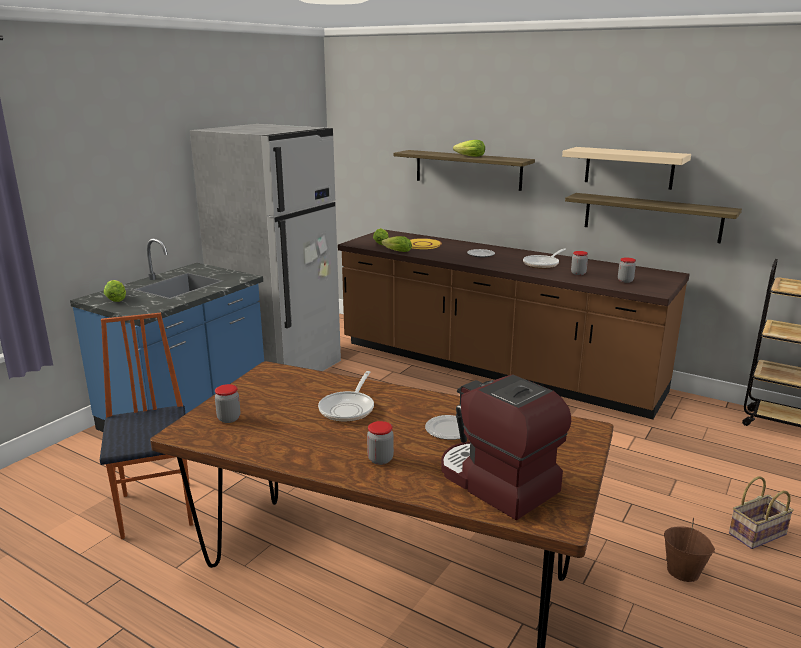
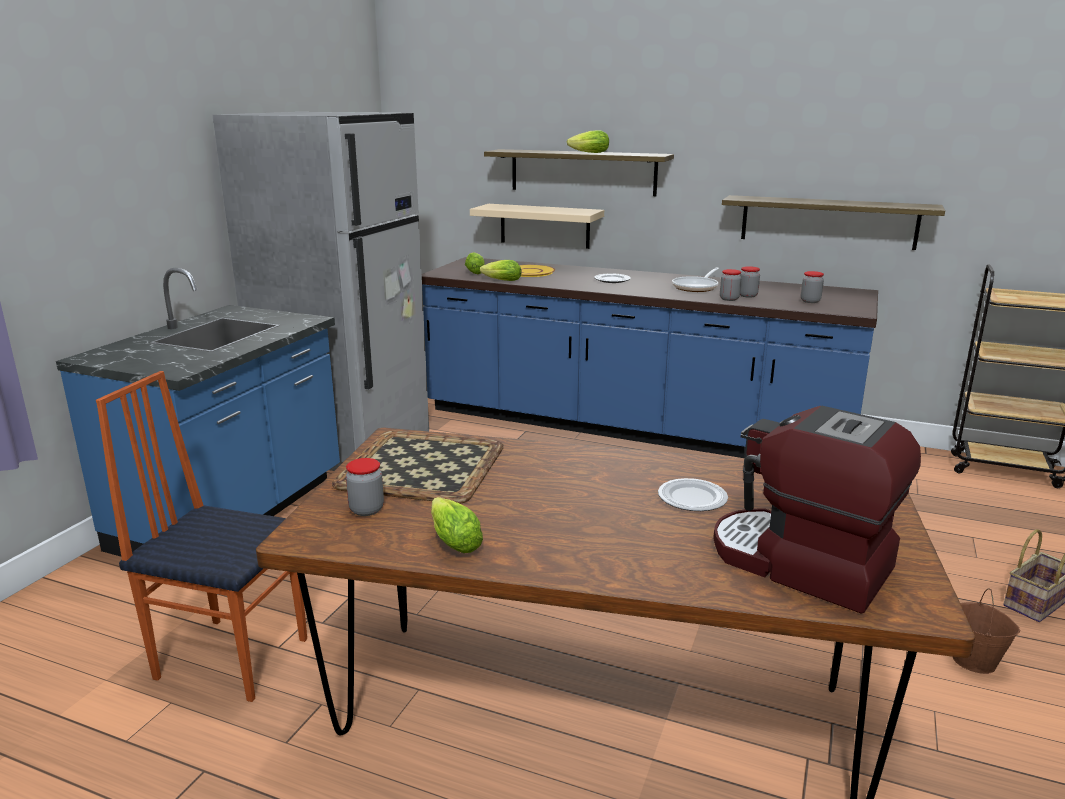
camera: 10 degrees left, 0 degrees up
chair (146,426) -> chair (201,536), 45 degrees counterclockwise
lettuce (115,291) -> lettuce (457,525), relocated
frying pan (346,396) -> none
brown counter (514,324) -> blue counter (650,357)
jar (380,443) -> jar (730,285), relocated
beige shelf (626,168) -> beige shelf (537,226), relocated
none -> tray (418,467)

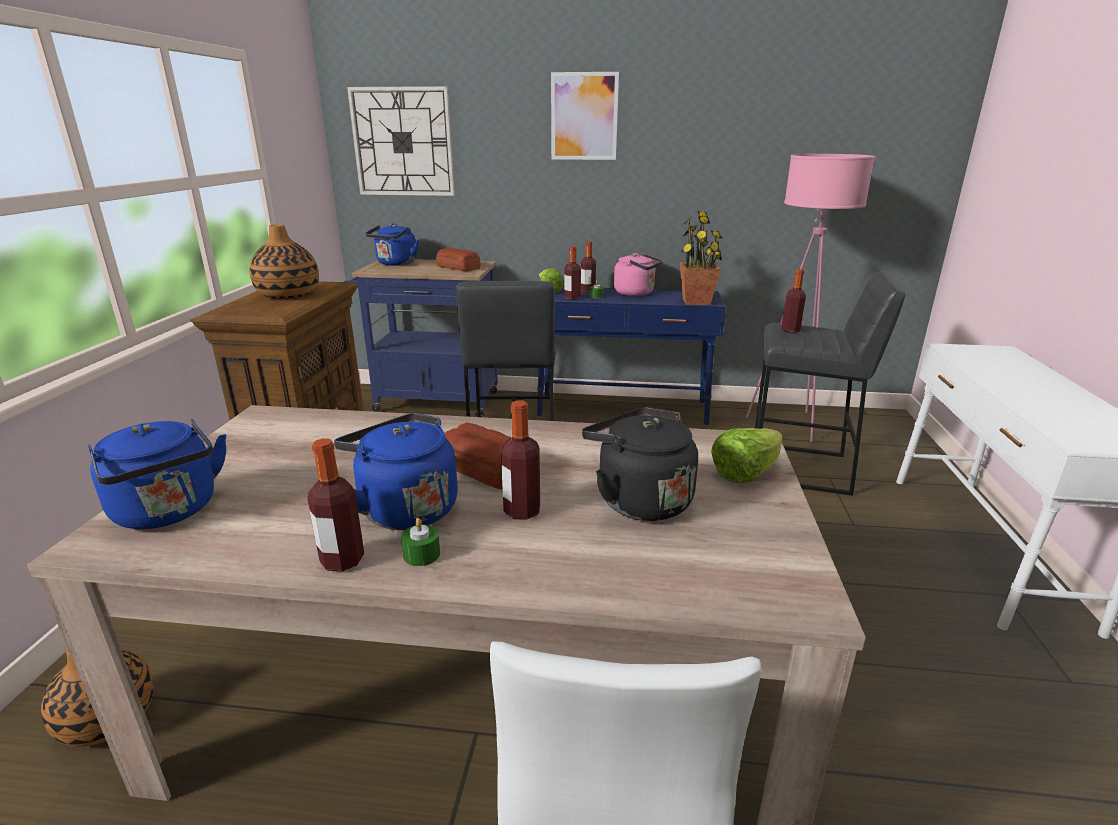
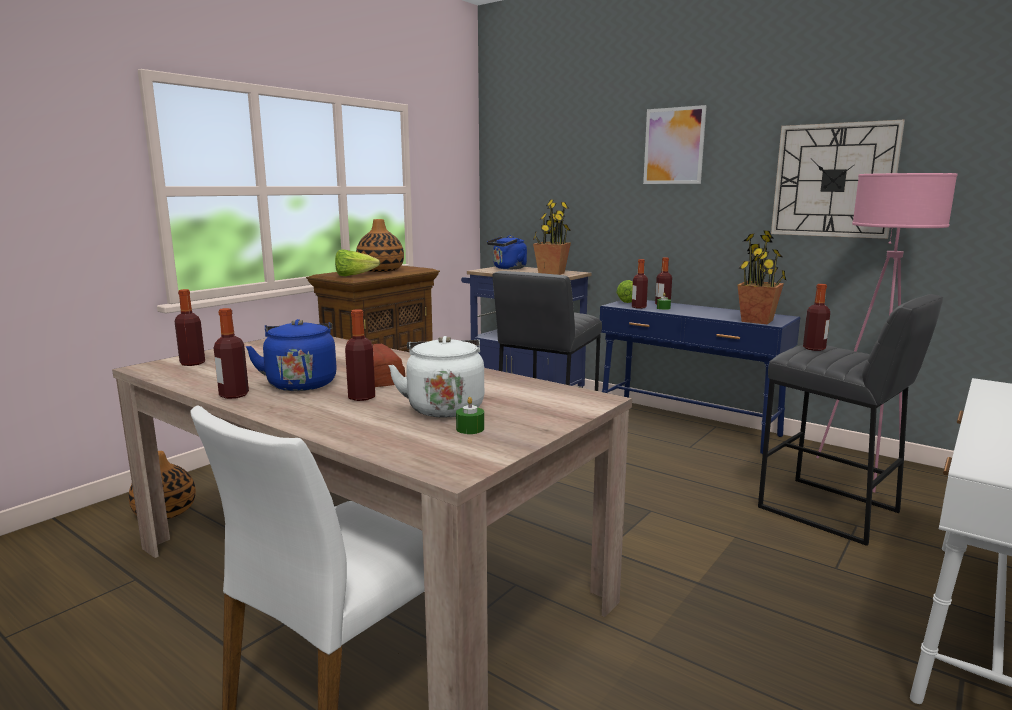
camera: 30 degrees right, 10 degrees down
blue kettle (157,473) -> bottle (190,327)
wall clock (401,141) -> wall clock (838,179), relocated
green candle (420,542) -> green candle (470,415), relocated
bread (458,259) -> potted plant (552,237)
black kettle (640,464) -> white kettle (436,376)
pink kettle (638,274) -> none
lettuce (746,455) -> lettuce (357,262), relocated

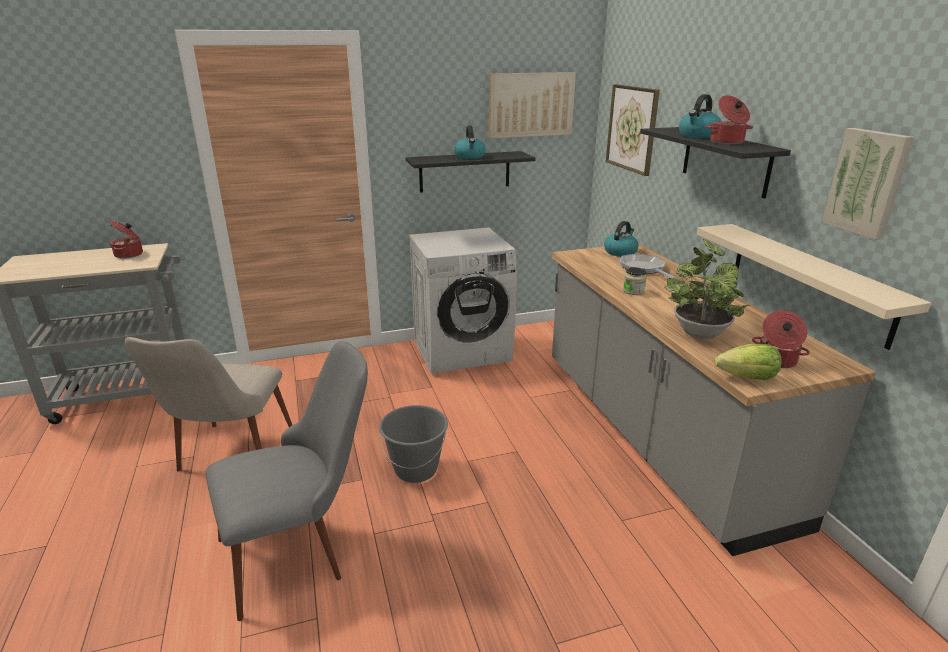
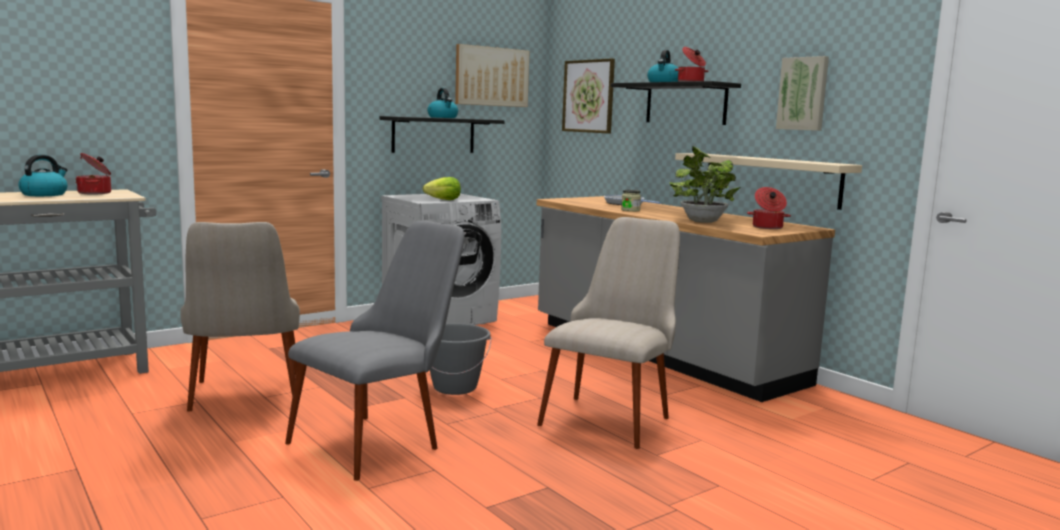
camera: 20 degrees left, 15 degrees down
kettle (621,239) -> kettle (42,175), relocated
lettuce (748,362) -> lettuce (442,188), relocated
none -> beige chair (608,333)

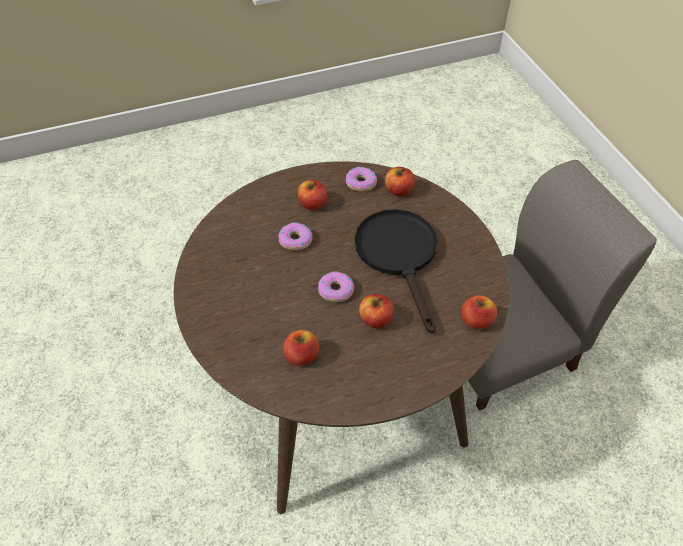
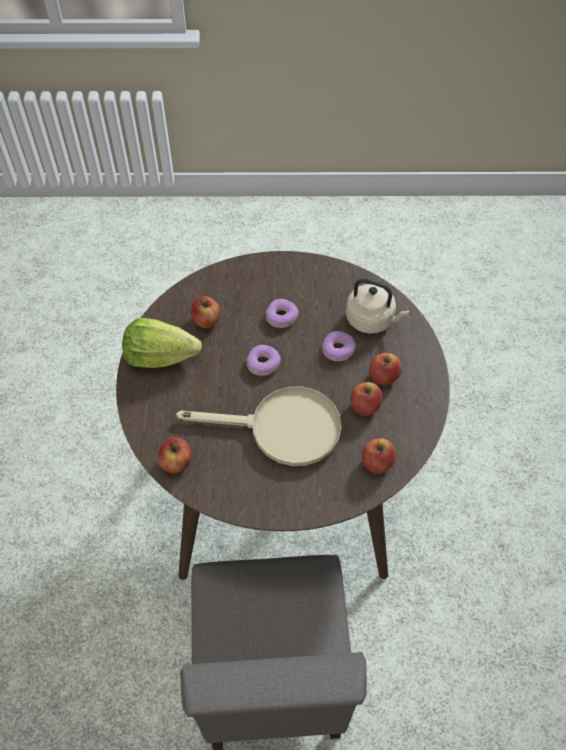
camera: 110 degrees right, 5 degrees up
donut (361,179) -> donut (282,313), relocated
black frying pan (396,271) -> beige frying pan (258,426)
apple (376,311) -> apple (366,399), relocated
none -> lettuce (162,343)
none -> beige kettle (377,306)

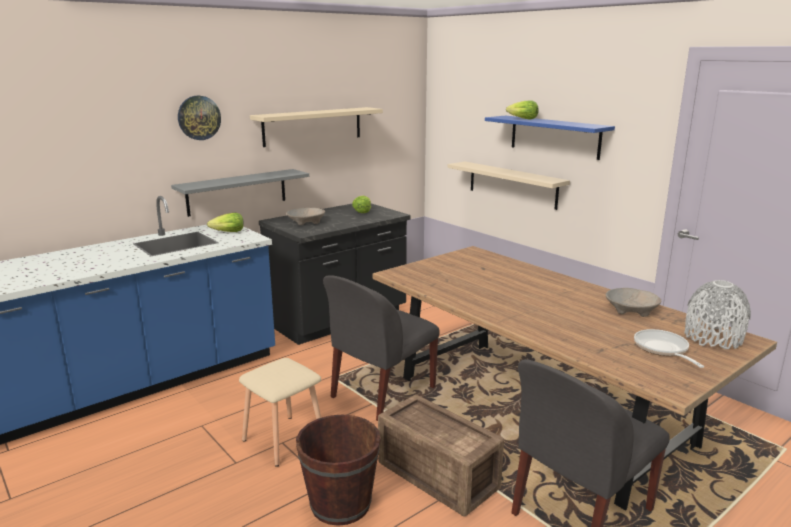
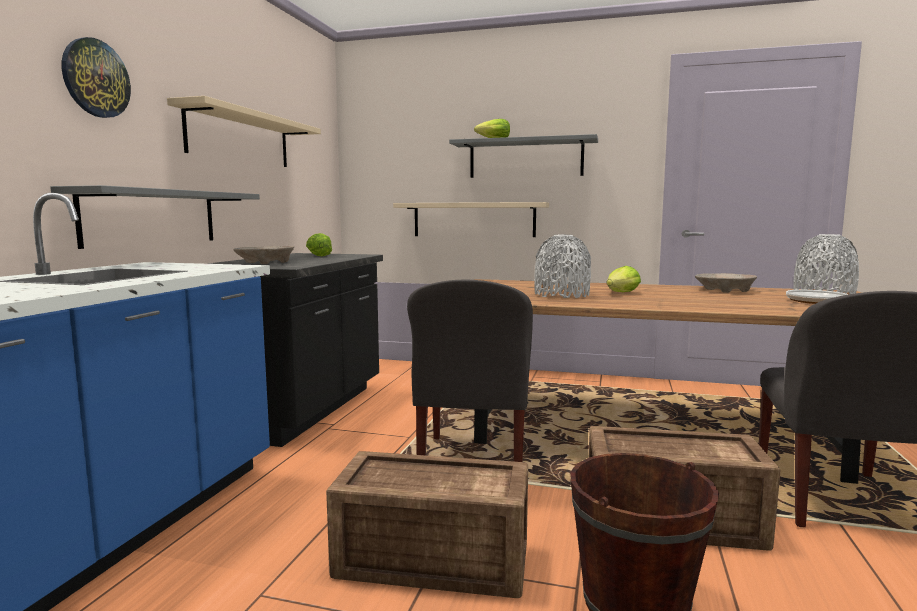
camera: 35 degrees left, 10 degrees down
lettuce (225,222) -> lettuce (623,279), relocated
beige stool (280,412) -> crate (427,524)
blue shelf (550,138) -> grey shelf (523,156)
none -> grey vase (562,266)

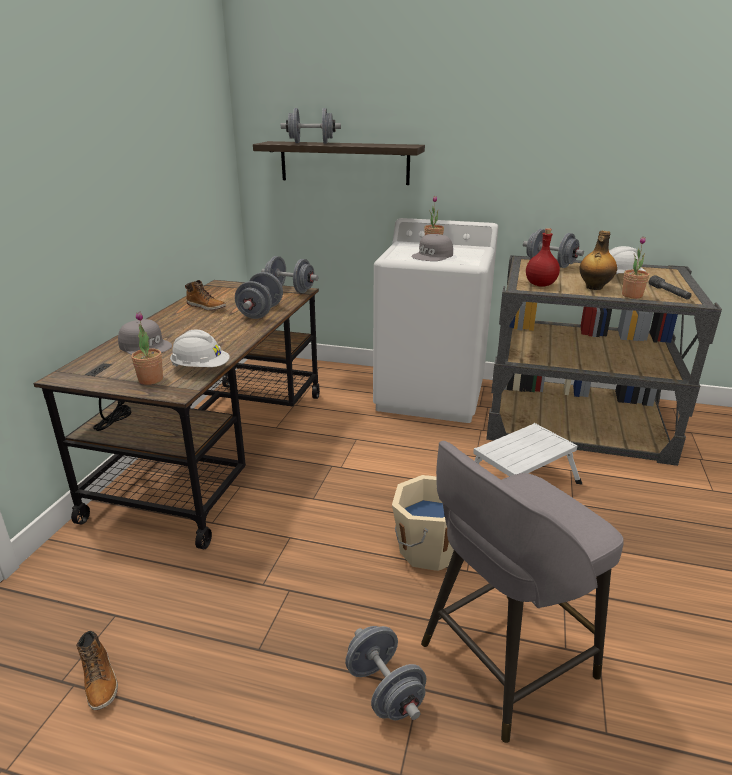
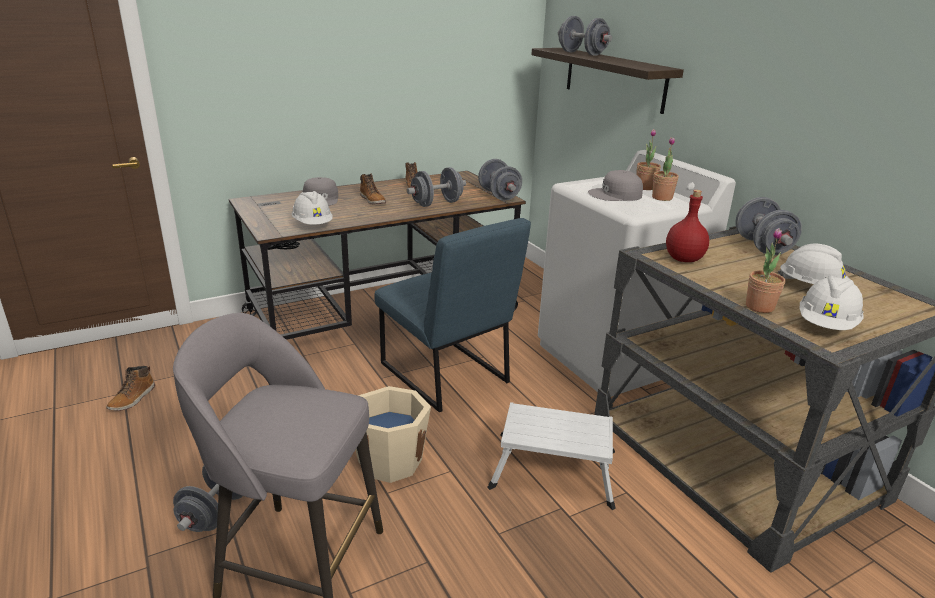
camera: 45 degrees right, 0 degrees up
potted plant (147,348) -> potted plant (665,169), relocated
bottle (598,260) -> none
grey flashlight (670,287) -> white hard hat (832,302)
none -> boot (373,189)
none -> blue chair (452,315)

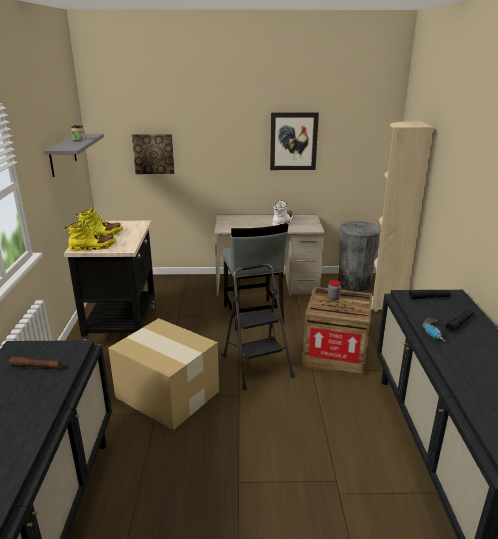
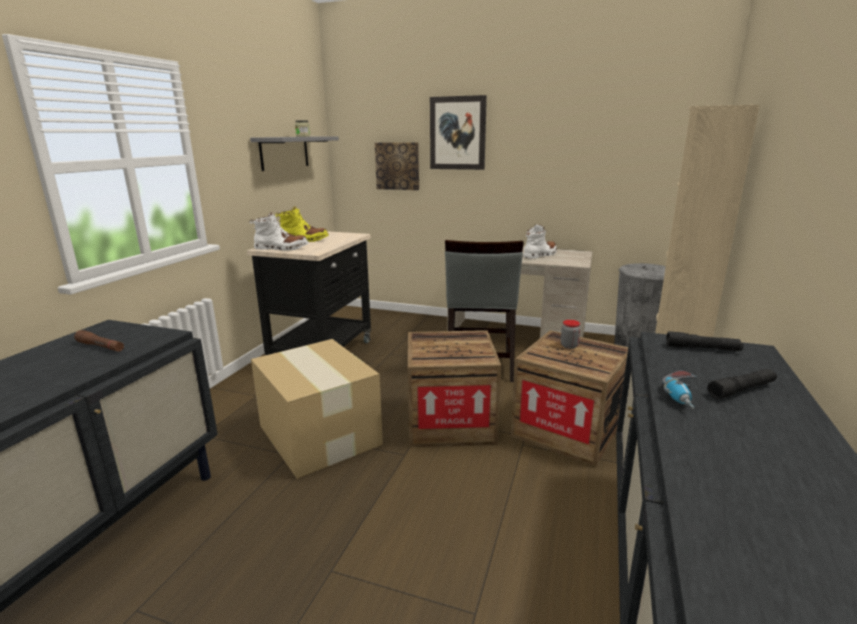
camera: 20 degrees right, 5 degrees down
yellow boot (90,235) -> white boot (279,232)
black step ladder (258,327) -> crate (454,388)
picture (294,141) -> picture (458,132), relocated

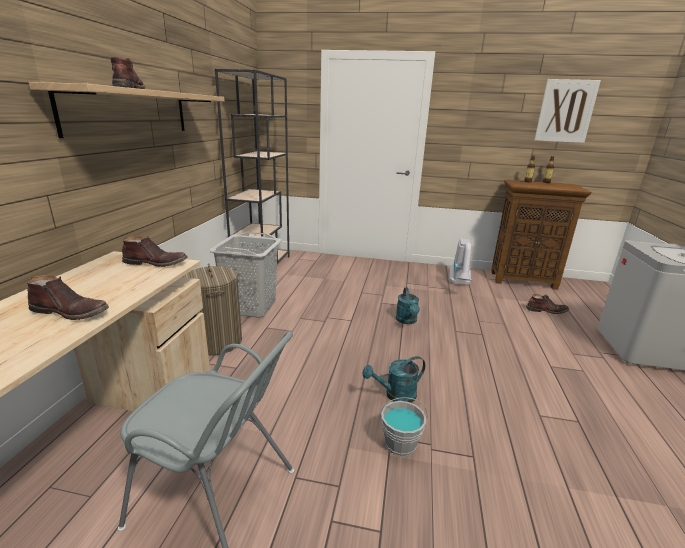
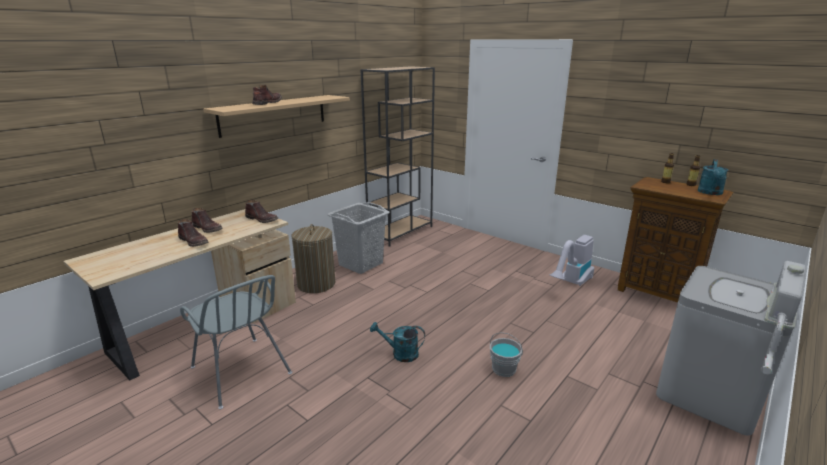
camera: 30 degrees right, 0 degrees up
grey bucket (404,427) -> grey bucket (506,354), relocated
turquoise watering can (408,306) -> turquoise watering can (713,177), relocated
brown boot (547,304) -> brown boot (207,220), relocated
picture (567,111) -> none

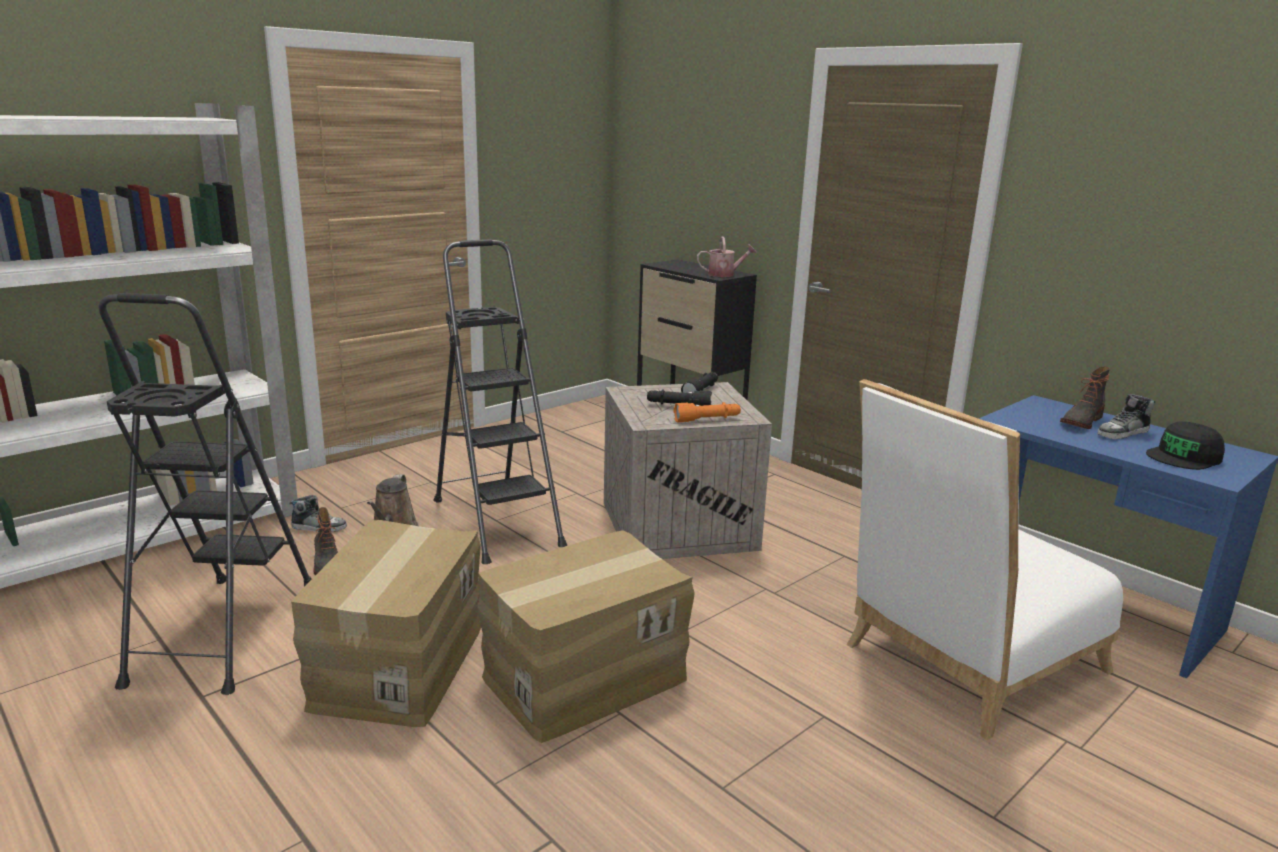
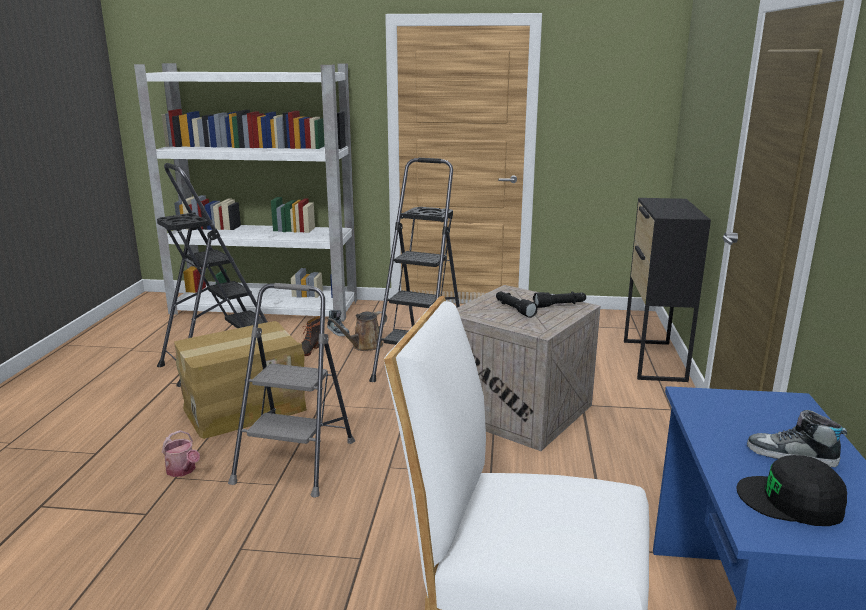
camera: 50 degrees right, 0 degrees up
cardboard box (586,636) -> grey step ladder (291,390)
orange flashlight (707,412) -> none
watering can (727,257) -> watering can (181,453), relocated
boot (1085,397) -> none

